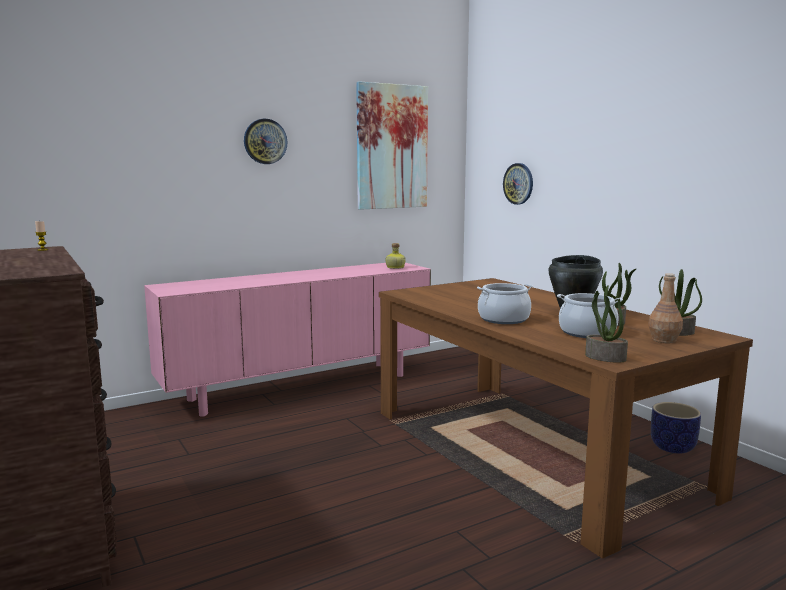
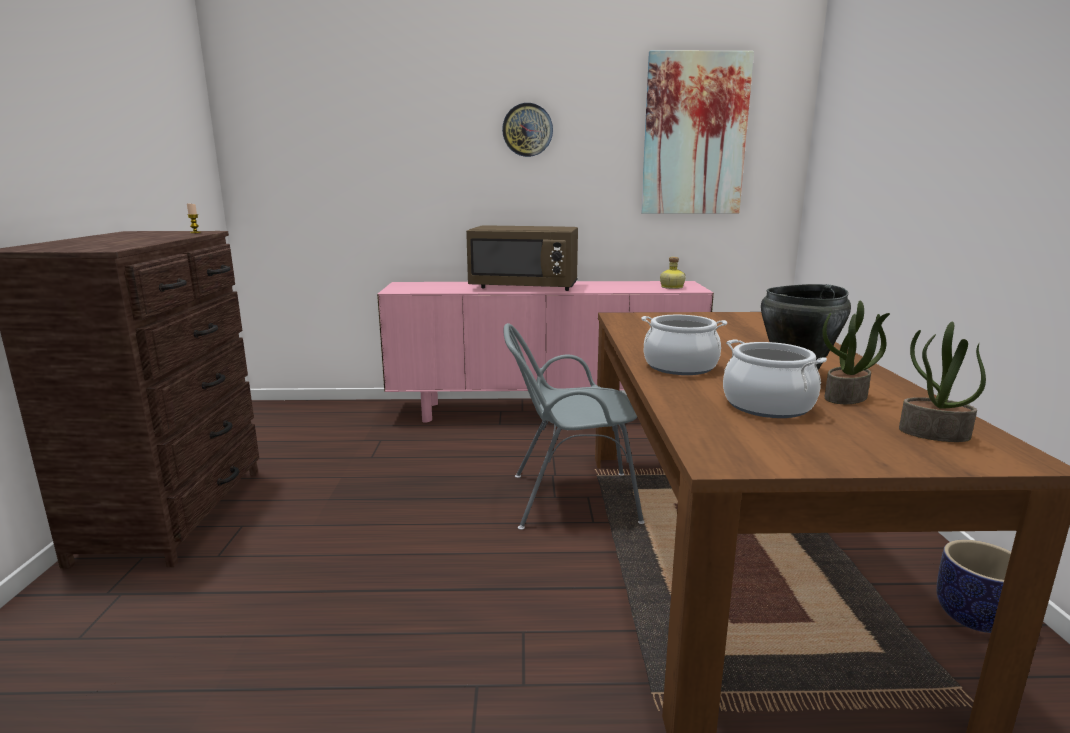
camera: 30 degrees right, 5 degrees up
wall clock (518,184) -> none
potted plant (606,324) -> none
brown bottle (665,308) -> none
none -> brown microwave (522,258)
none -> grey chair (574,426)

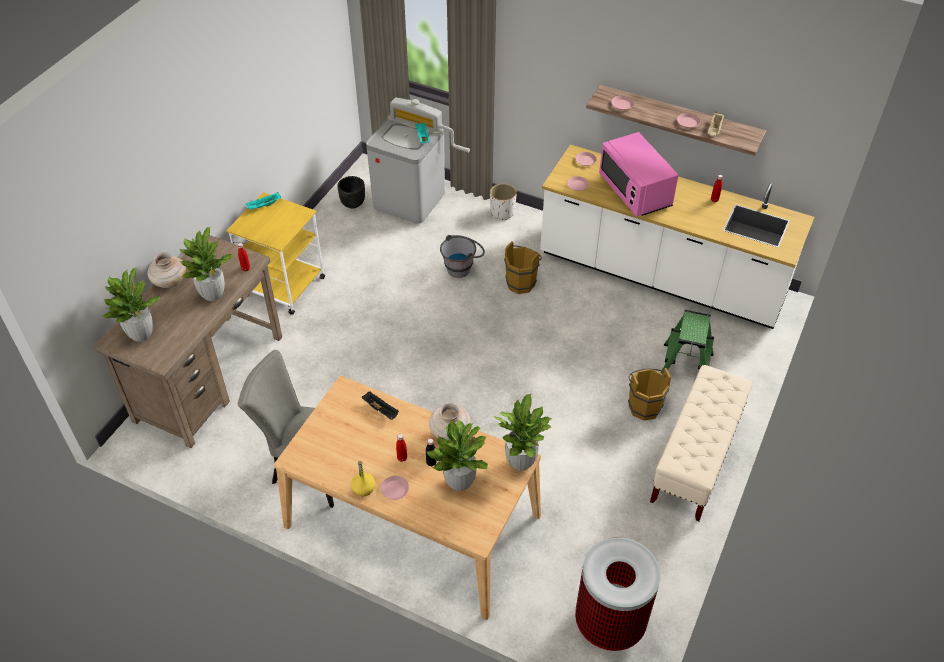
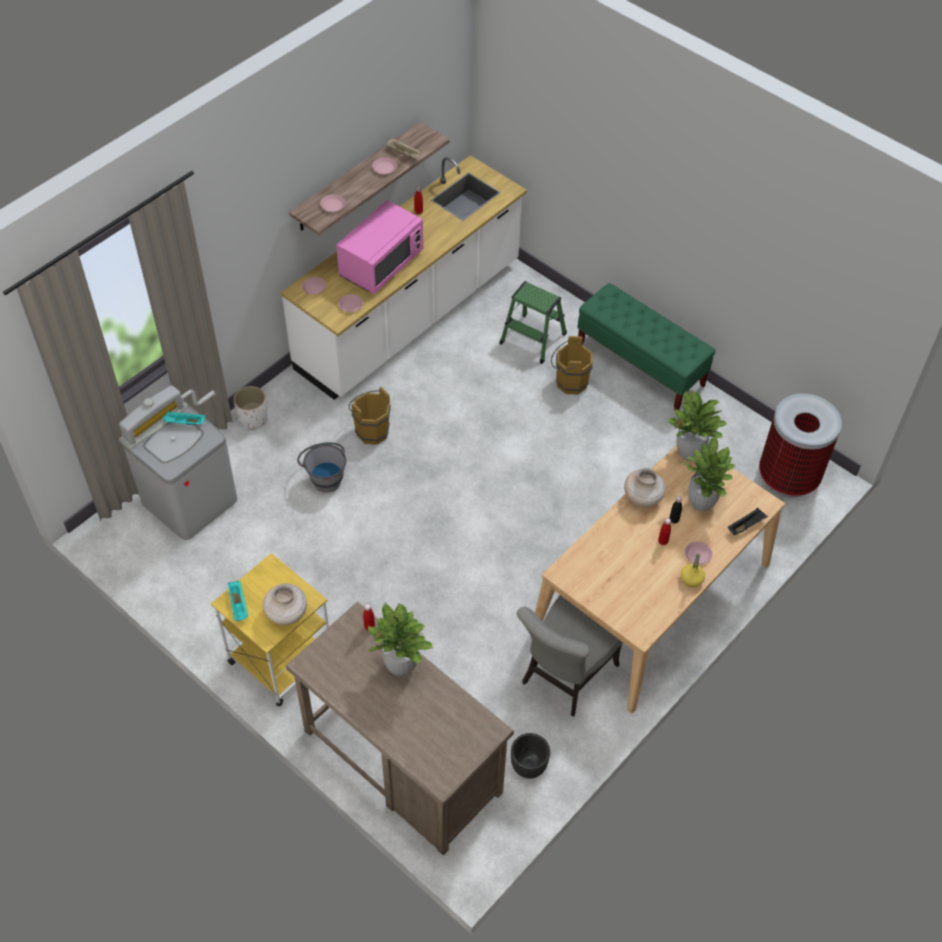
camera: 75 degrees left, 5 degrees up
potted plant (131,305) -> none
beige vase (166,270) -> beige vase (285,604), relocated
black planter (351,192) -> black planter (530,756), relocated
black tray (380,405) -> black tray (748,522), relocated
pink microwave (638,174) -> pink microwave (379,247), 45 degrees counterclockwise
beige bench (701,443) -> green bench (646,346)

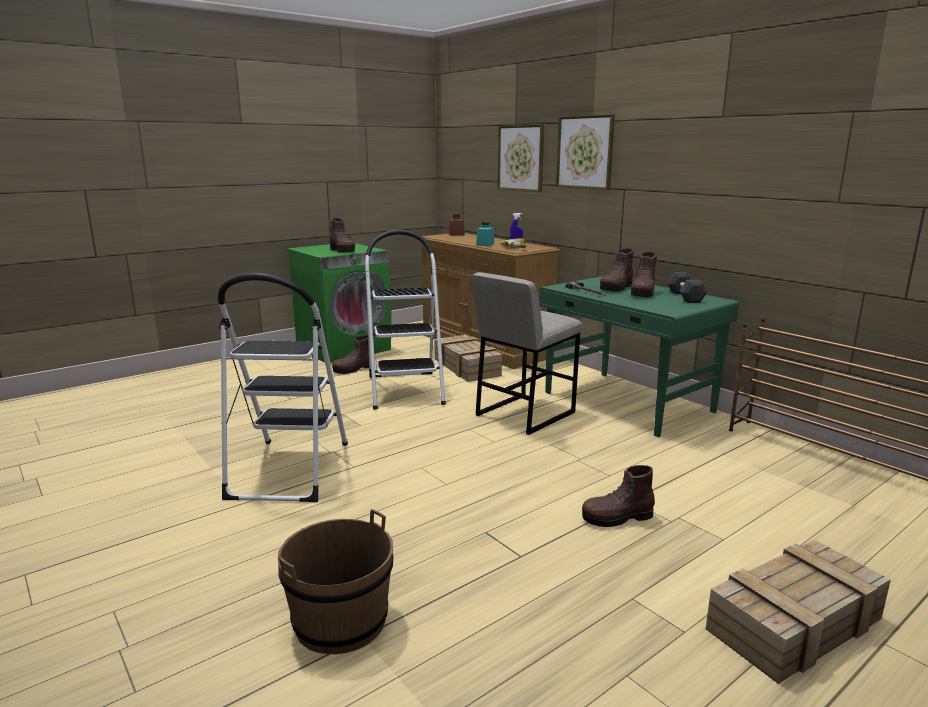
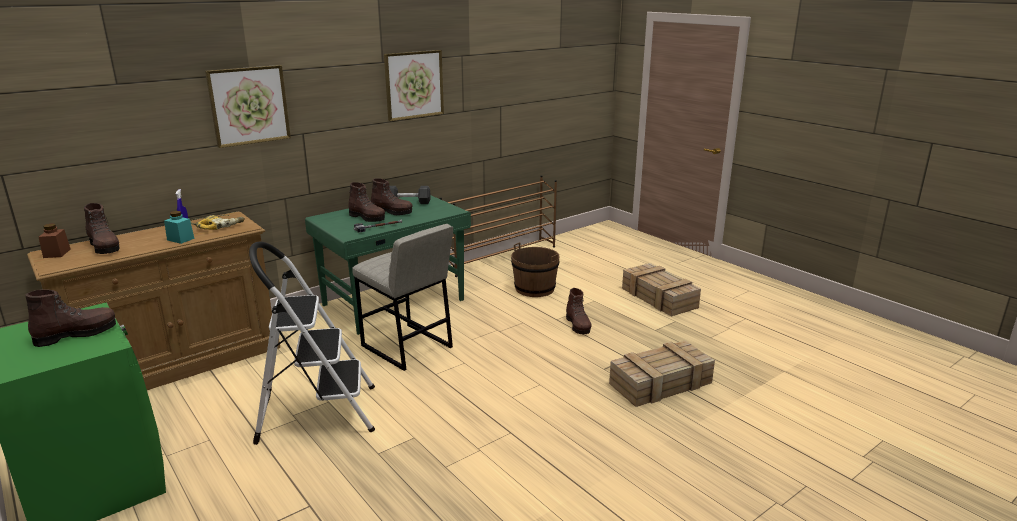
camera: 90 degrees left, 5 degrees up
step ladder (283,387) -> none
brown bucket (335,581) -> brown bucket (535,269), relocated
brown boot (350,354) -> brown boot (102,228), relocated
crate (468,358) -> crate (662,373), relocated
picture (520,158) -> picture (414,85), relocated

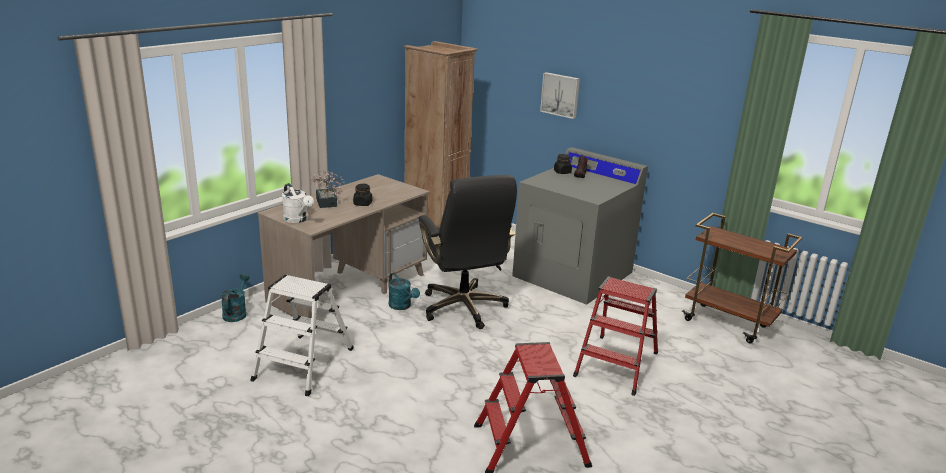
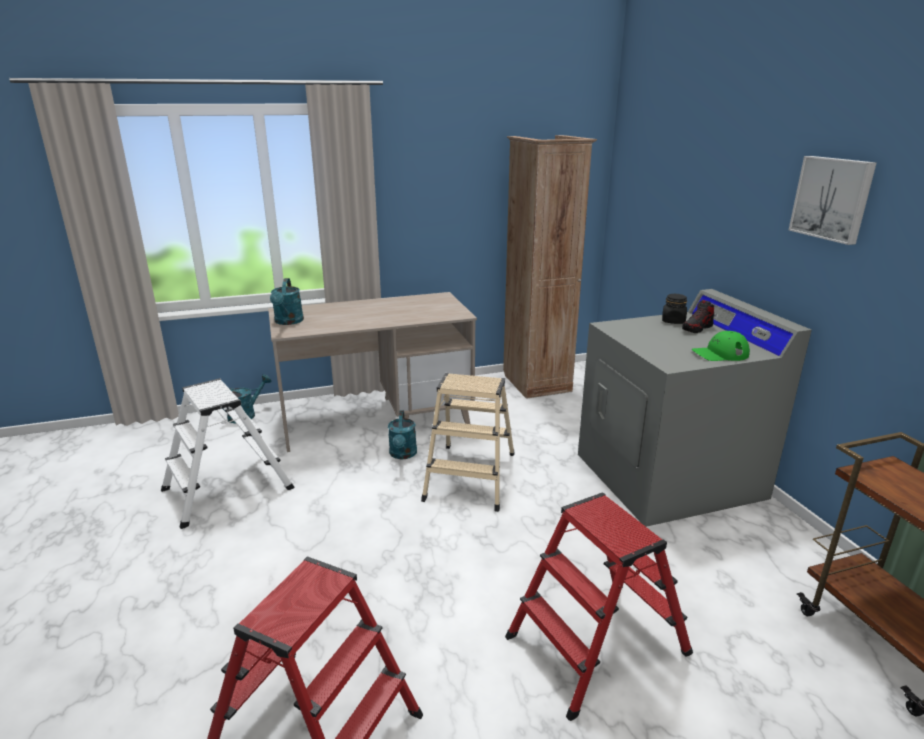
camera: 35 degrees right, 0 degrees up
white watering can (298,203) -> turquoise watering can (287,301)
potted plant (328,189) -> none
black jar (362,194) -> none
black office chair (467,252) -> beige step ladder (468,442)
picture (560,95) -> picture (833,200), relocated
none -> green cap (721,346)

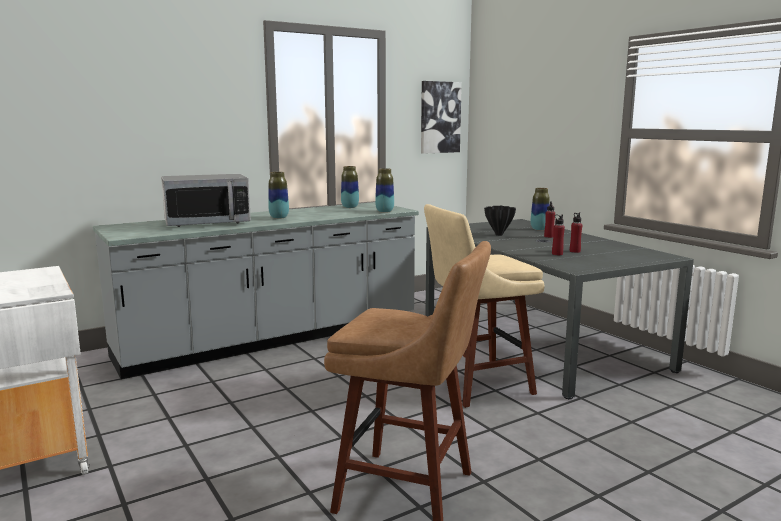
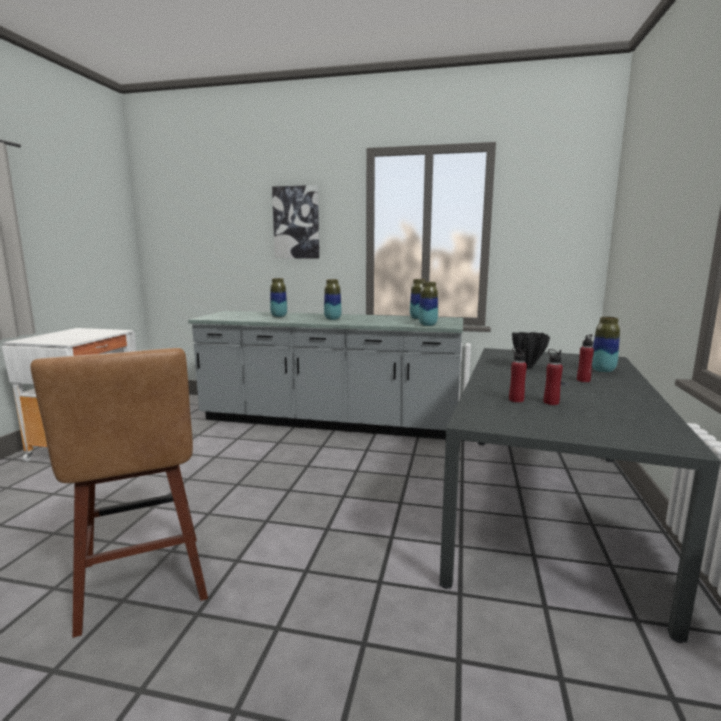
camera: 45 degrees right, 0 degrees up
microwave (206,200) -> vase (278,297)
picture (441,117) -> picture (295,221), relocated
beige stool (484,306) -> none

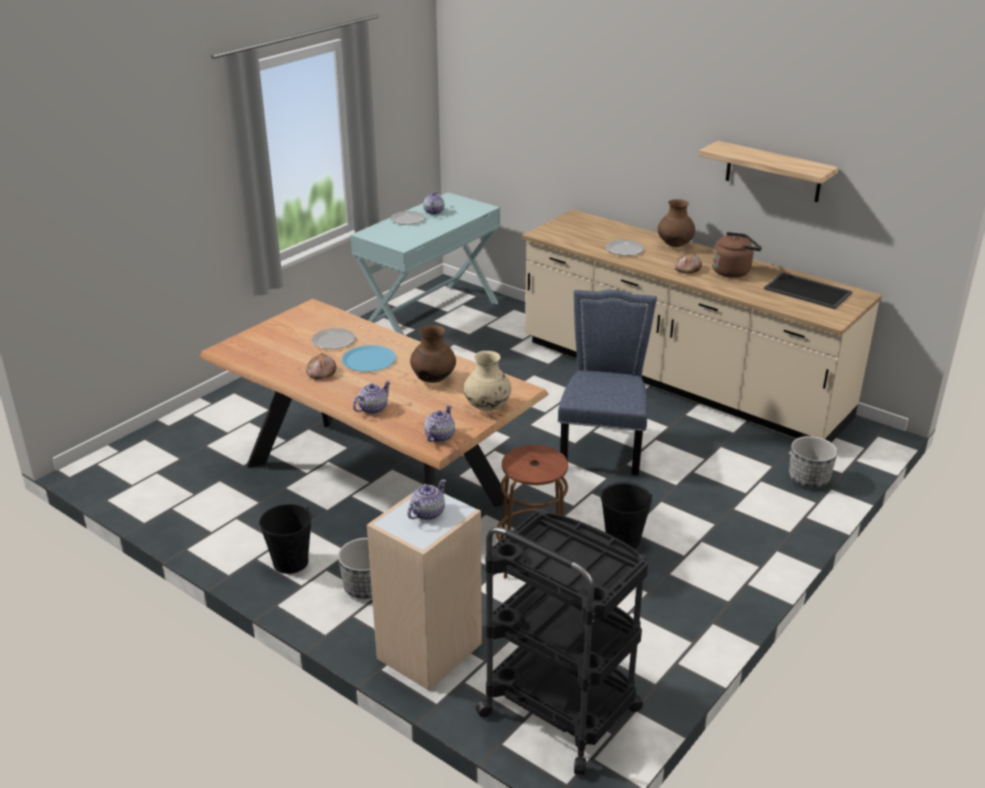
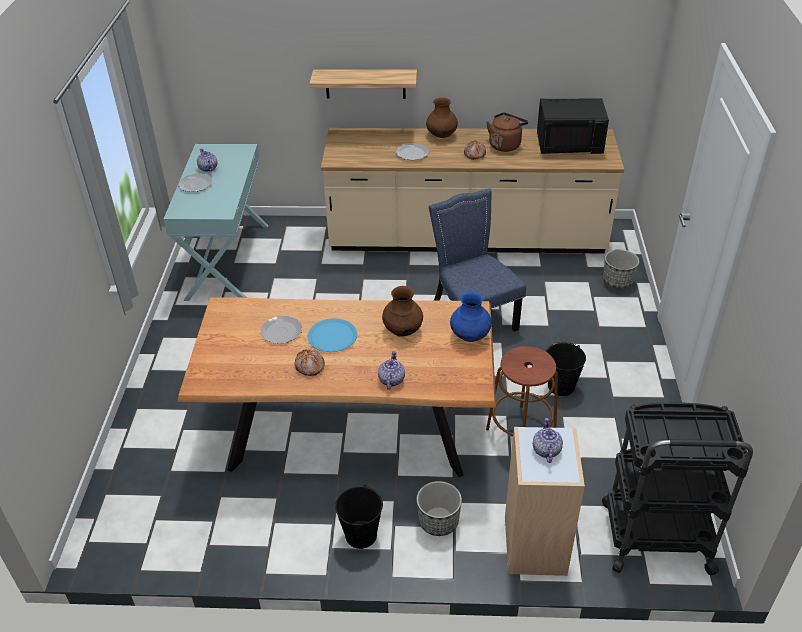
camera: 35 degrees left, 10 degrees up
teapot (439,423) -> none
beige vase (487,381) -> blue vase (471,316)
shelf (768,171) -> shelf (363,84), relocated
tray (808,290) -> black microwave (573,126)

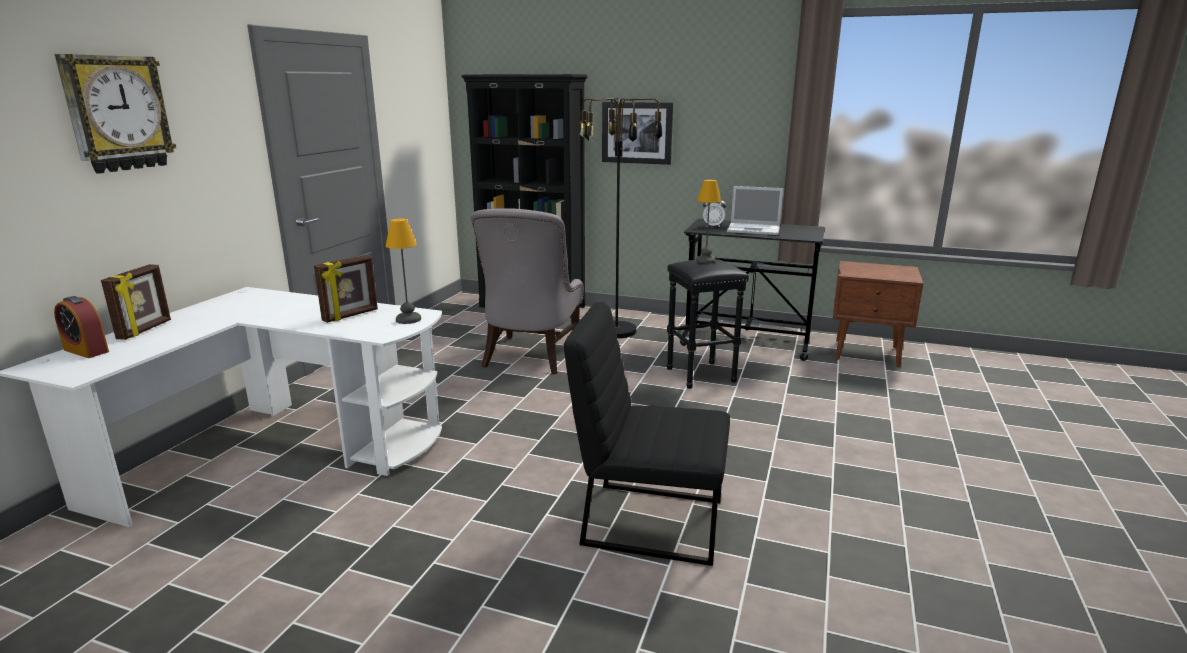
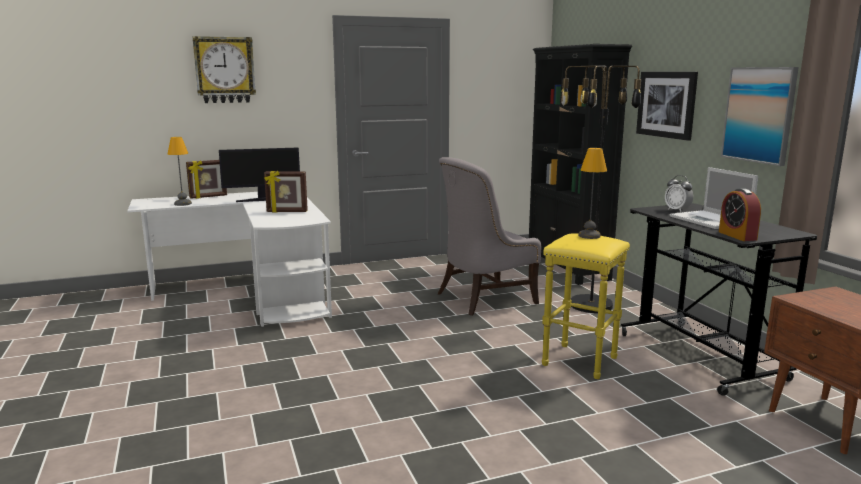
camera: 50 degrees right, 5 degrees down
alarm clock (81,327) -> alarm clock (740,214), relocated
table lamp (403,271) -> table lamp (180,171), relocated
black chair (647,434) -> none
black stool (708,324) -> yellow stool (586,306)
none -> monitor (259,175)
none -> picture (760,116)

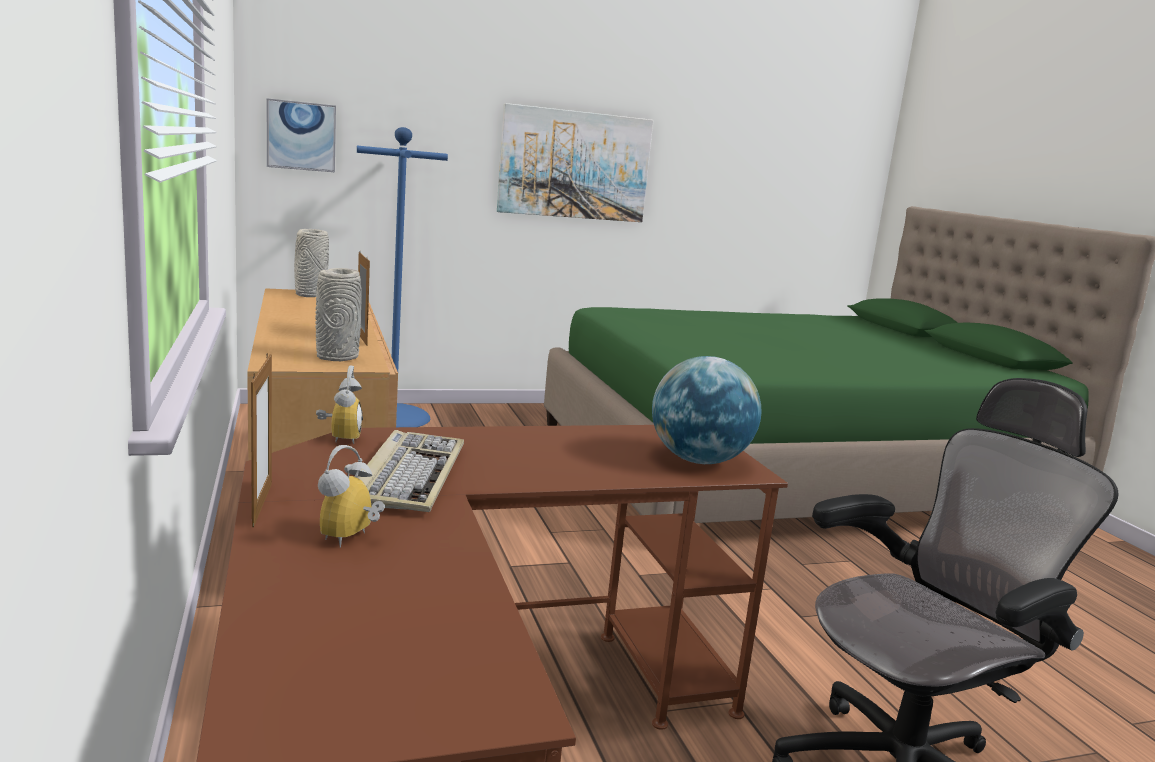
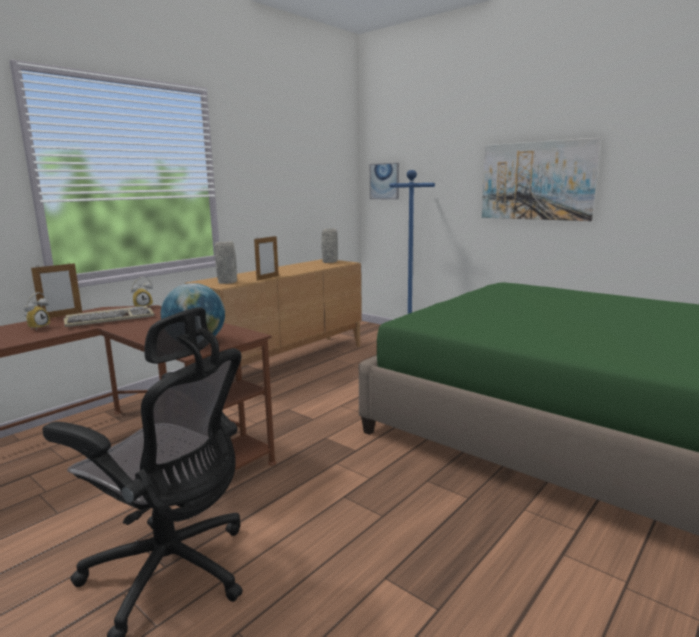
camera: 60 degrees right, 0 degrees up
alarm clock (351,496) -> alarm clock (37,311), 120 degrees clockwise

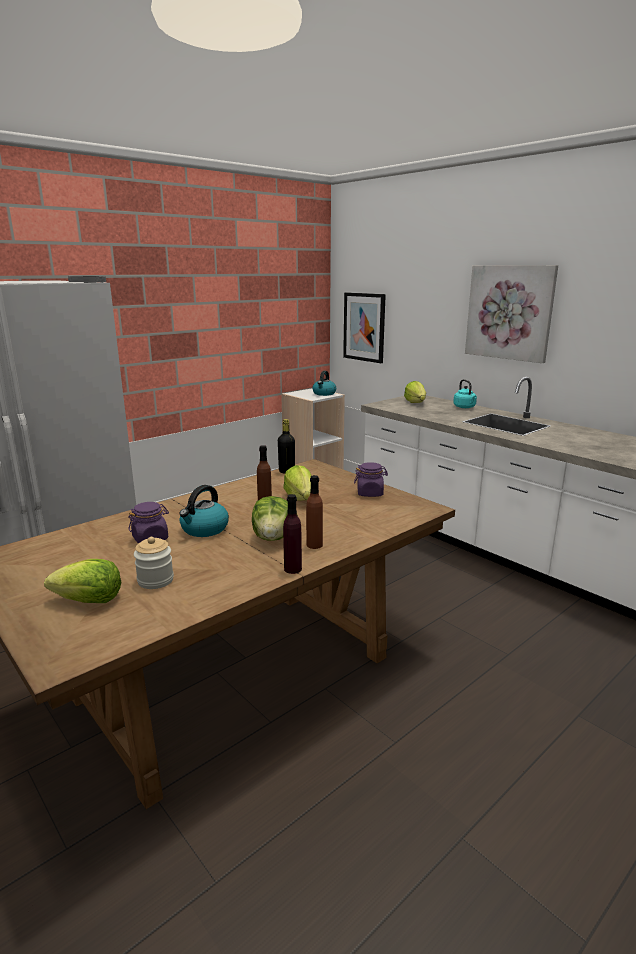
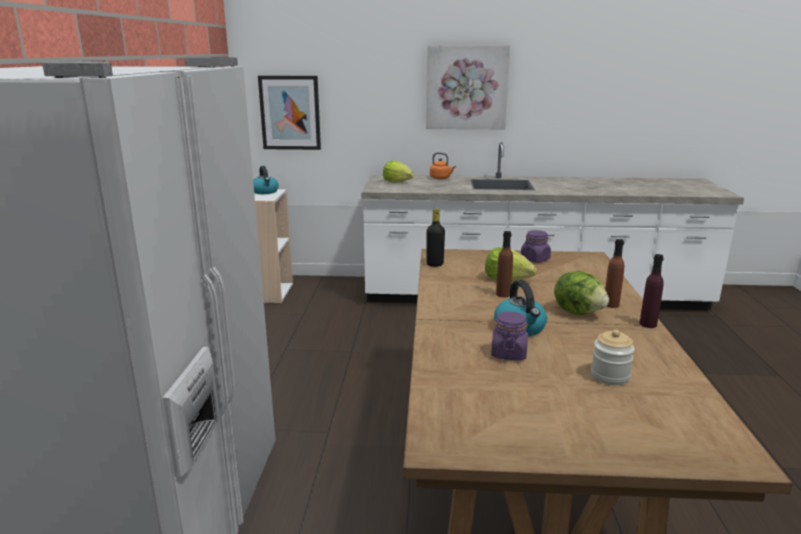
camera: 45 degrees left, 0 degrees up
lettuce (82,581) -> none
turquoise kettle (465,393) -> orange kettle (443,165)

